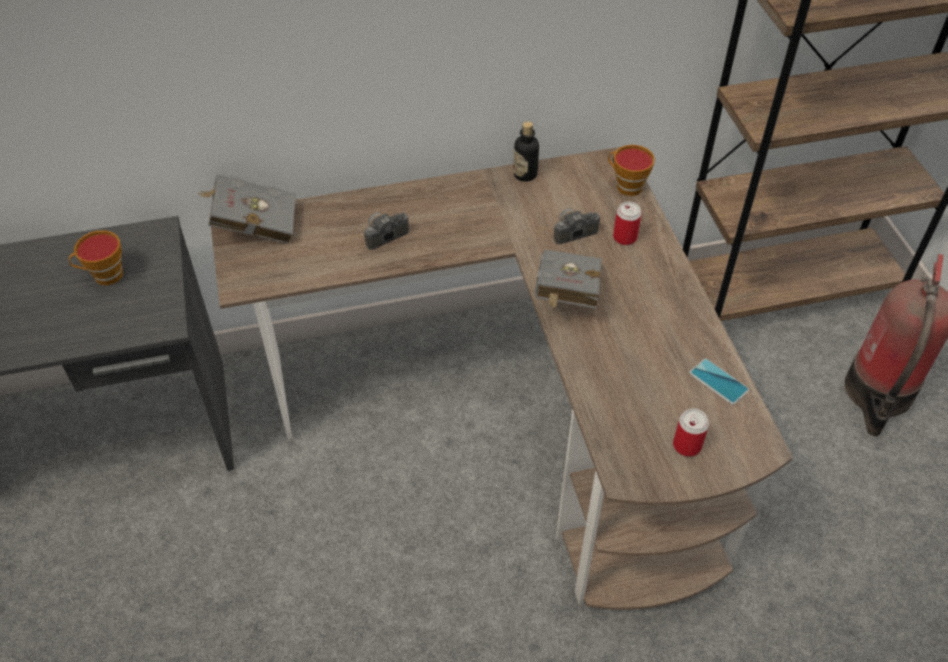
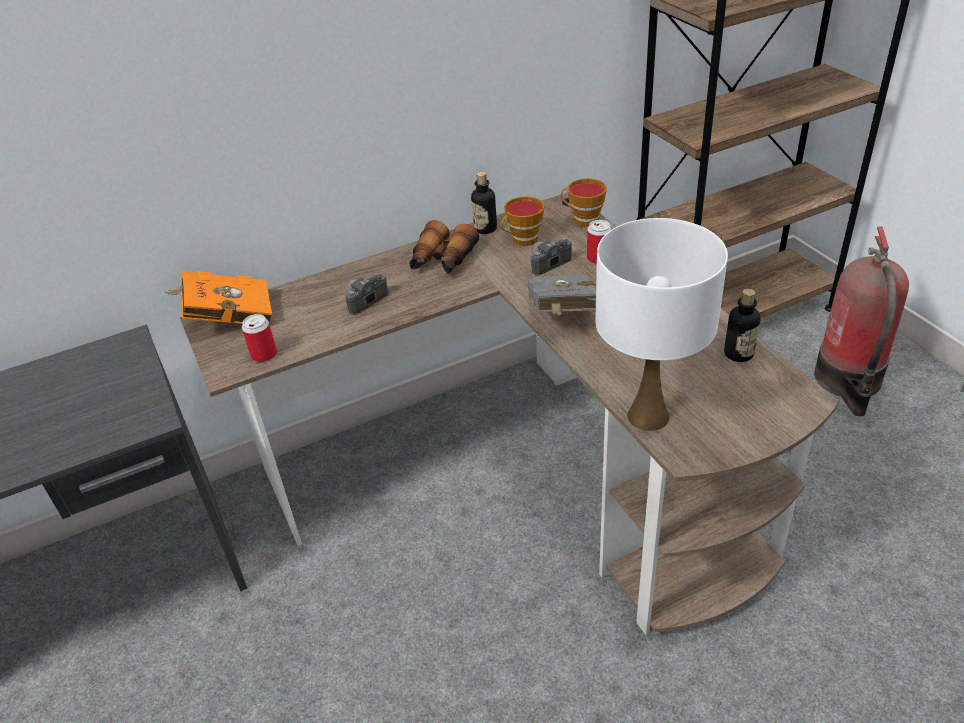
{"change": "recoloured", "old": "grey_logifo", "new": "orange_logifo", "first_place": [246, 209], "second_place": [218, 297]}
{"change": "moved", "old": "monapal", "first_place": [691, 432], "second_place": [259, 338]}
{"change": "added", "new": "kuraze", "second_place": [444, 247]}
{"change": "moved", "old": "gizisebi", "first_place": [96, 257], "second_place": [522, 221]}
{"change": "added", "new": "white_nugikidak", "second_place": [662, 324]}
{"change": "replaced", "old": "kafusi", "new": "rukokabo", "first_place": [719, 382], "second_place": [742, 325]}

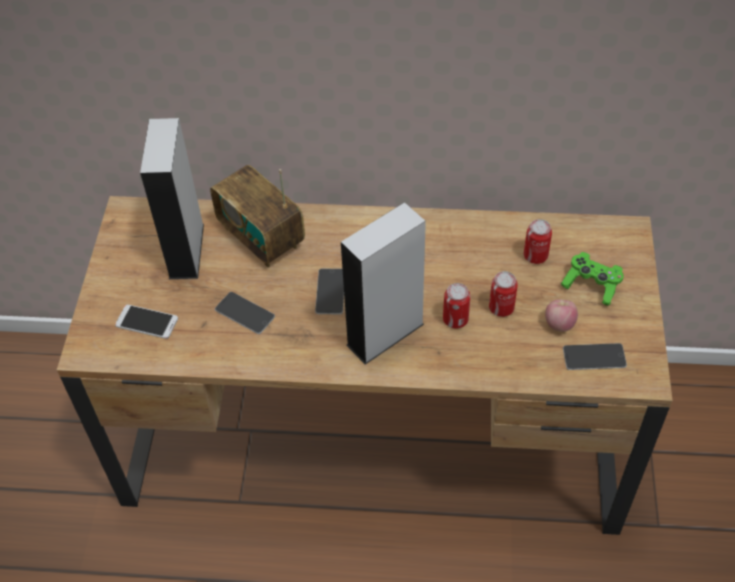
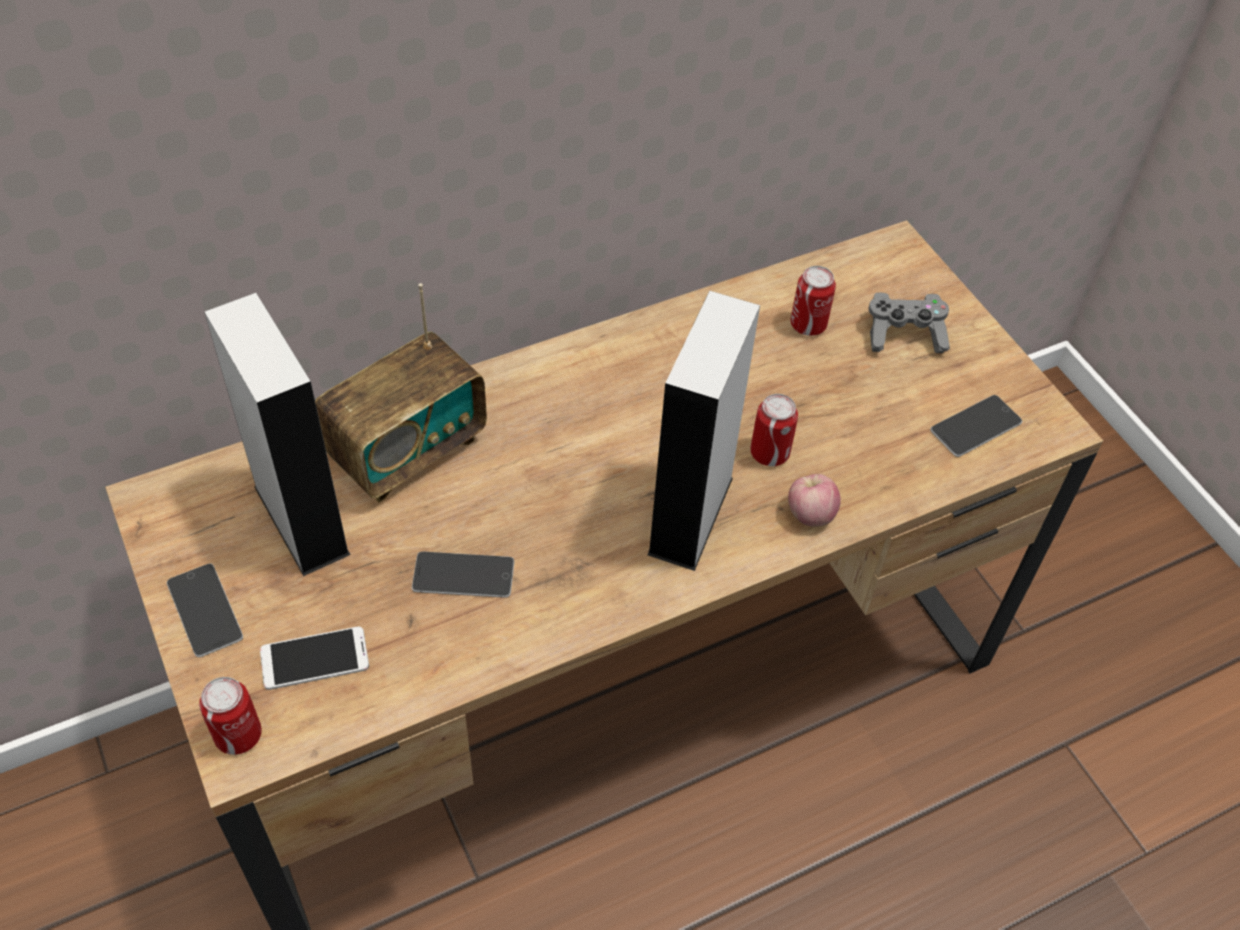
{"change": "moved", "old": "kafusi", "first_place": [329, 292], "second_place": [205, 610]}
{"change": "moved", "old": "monapal", "first_place": [503, 294], "second_place": [230, 716]}
{"change": "turned", "old": "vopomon", "first_place": [257, 216], "second_place": [401, 393], "degrees": -60}
{"change": "moved", "old": "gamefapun", "first_place": [561, 315], "second_place": [814, 500]}
{"change": "recoloured", "old": "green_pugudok", "new": "grey_pugudok", "first_place": [592, 279], "second_place": [909, 323]}

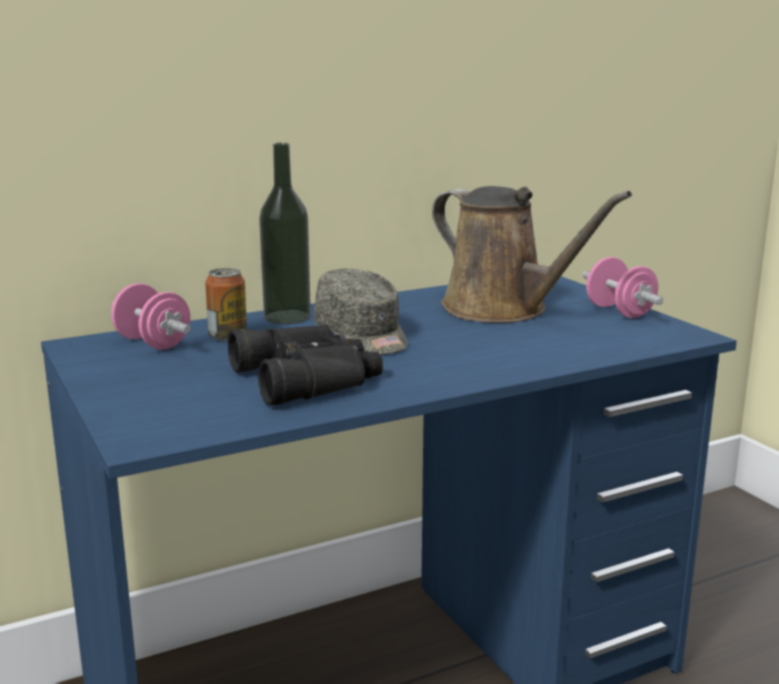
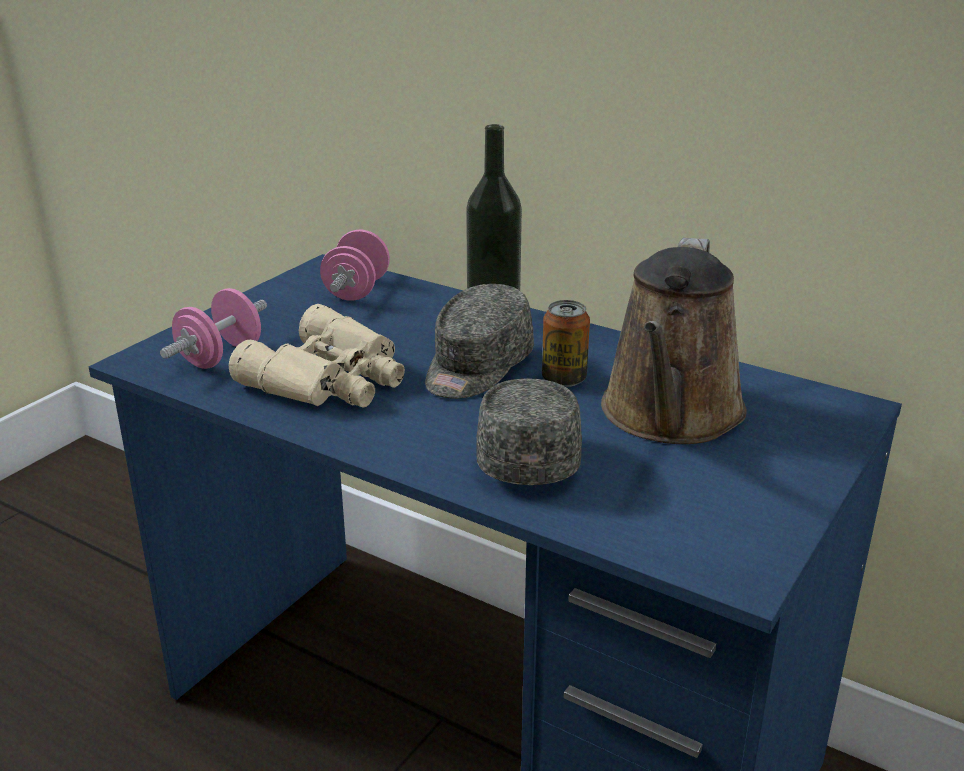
{"change": "moved", "old": "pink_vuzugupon", "first_place": [623, 287], "second_place": [213, 328]}
{"change": "recoloured", "old": "black_kuraze", "new": "beige_kuraze", "first_place": [305, 365], "second_place": [317, 356]}
{"change": "added", "new": "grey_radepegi", "second_place": [529, 431]}
{"change": "moved", "old": "monapal", "first_place": [226, 304], "second_place": [566, 343]}

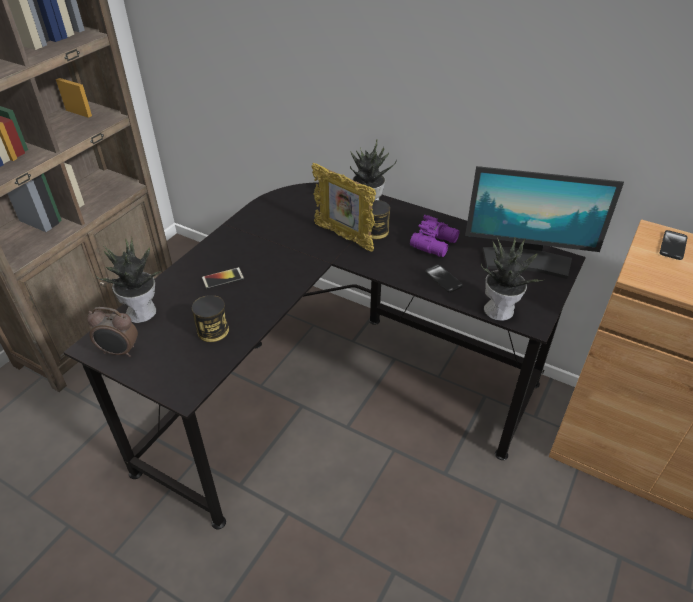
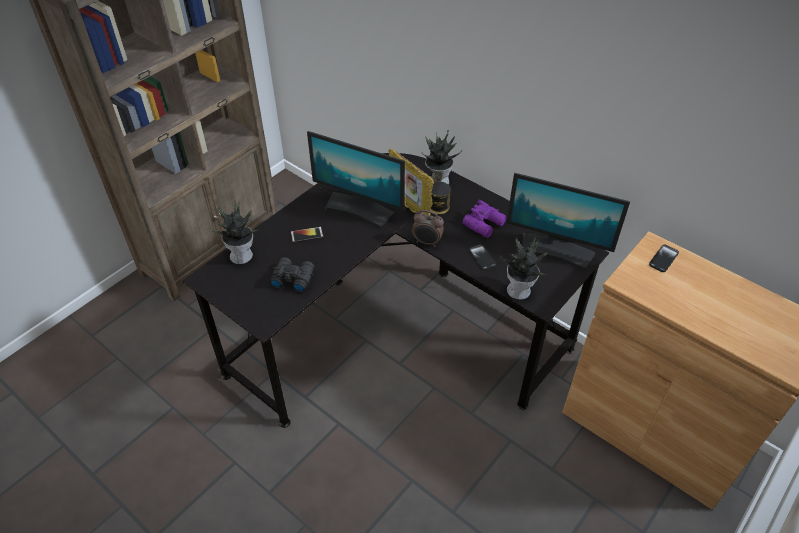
{"change": "replaced", "old": "monapal", "new": "black_kuraze", "first_place": [210, 318], "second_place": [292, 275]}
{"change": "added", "new": "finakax", "second_place": [356, 179]}
{"change": "moved", "old": "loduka", "first_place": [112, 332], "second_place": [428, 228]}

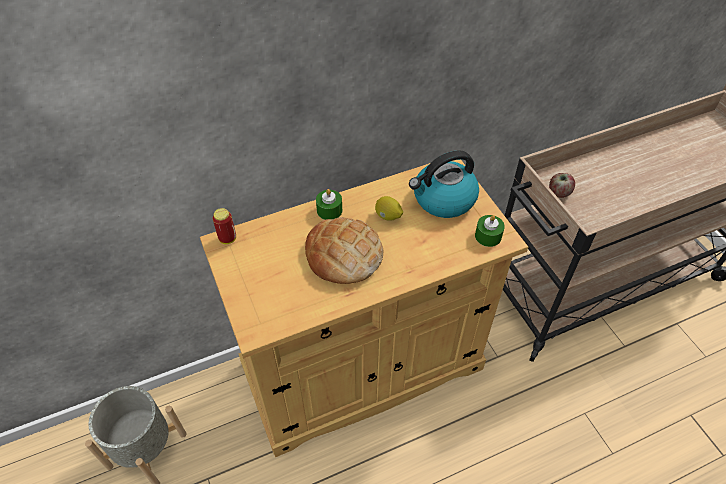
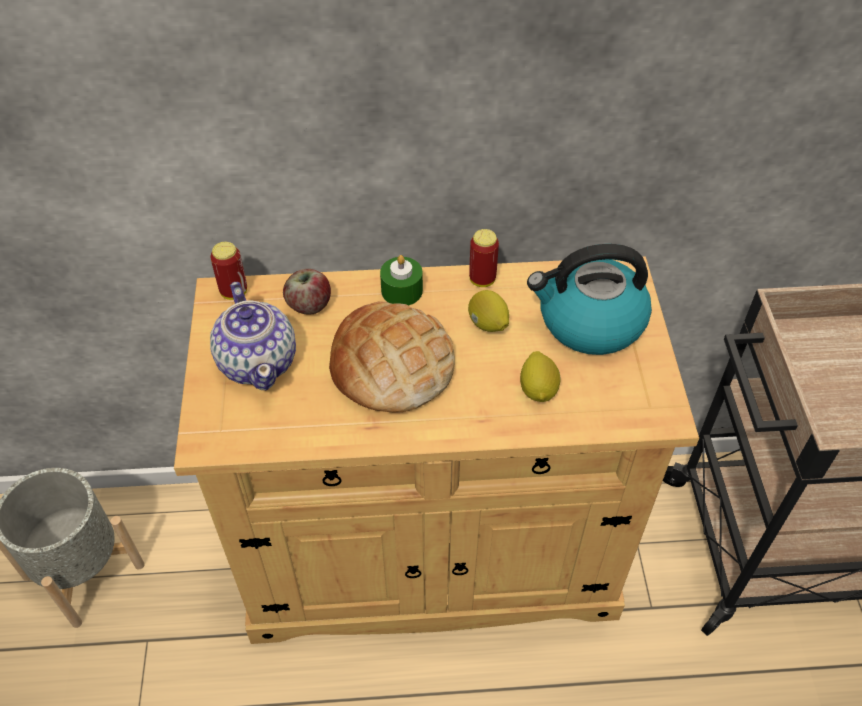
{"change": "added", "new": "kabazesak", "second_place": [253, 336]}
{"change": "moved", "old": "gamefapun", "first_place": [562, 185], "second_place": [307, 291]}
{"change": "added", "new": "monapal", "second_place": [484, 258]}
{"change": "added", "new": "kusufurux", "second_place": [540, 376]}
{"change": "removed", "old": "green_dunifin", "first_place": [490, 231]}

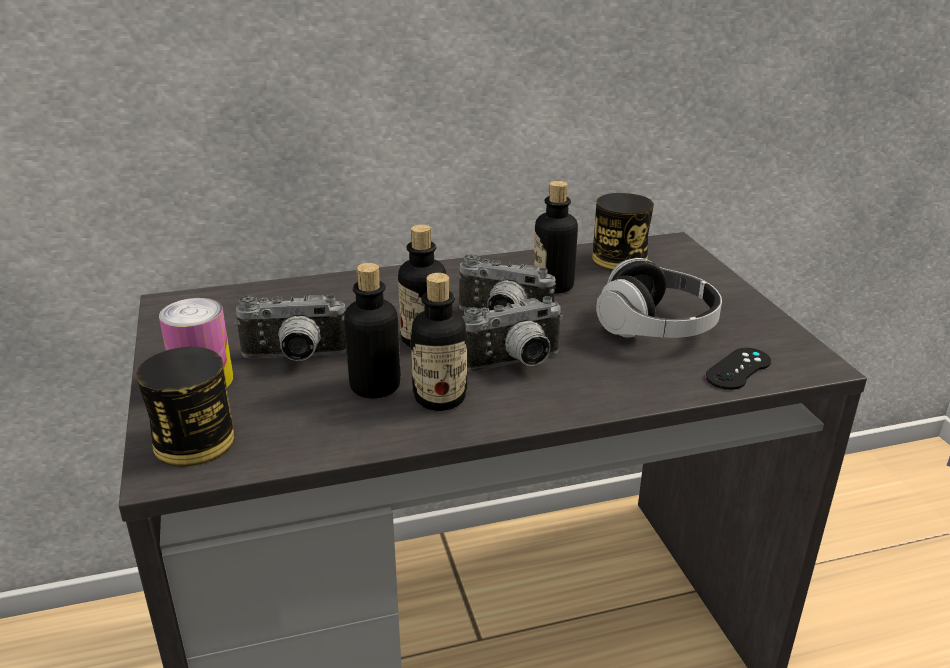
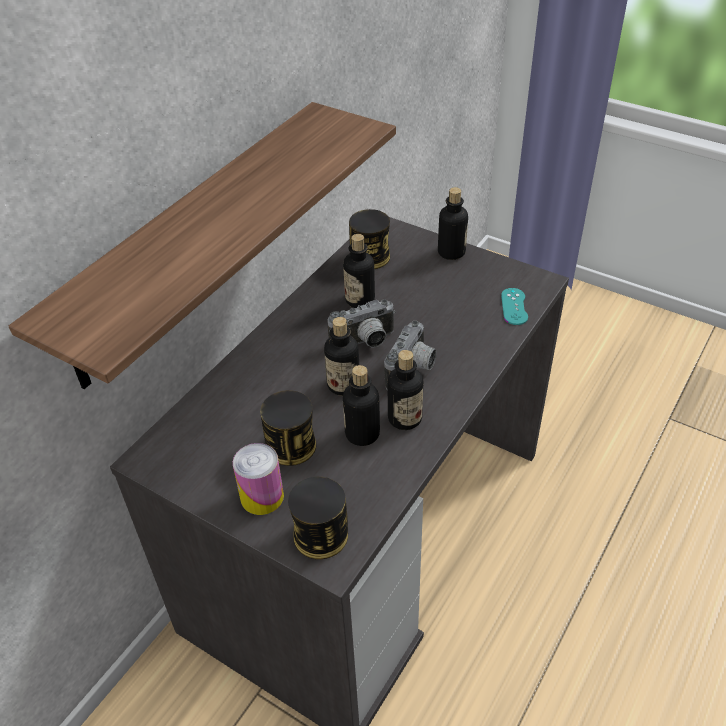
{"change": "added", "new": "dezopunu", "second_place": [202, 245]}
{"change": "replaced", "old": "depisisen", "new": "monapal", "first_place": [290, 328], "second_place": [288, 428]}
{"change": "added", "new": "rukokabo", "second_place": [453, 223]}
{"change": "recoloured", "old": "black_pugudok", "new": "turquoise_pugudok", "first_place": [738, 369], "second_place": [514, 306]}
{"change": "removed", "old": "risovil", "first_place": [659, 298]}

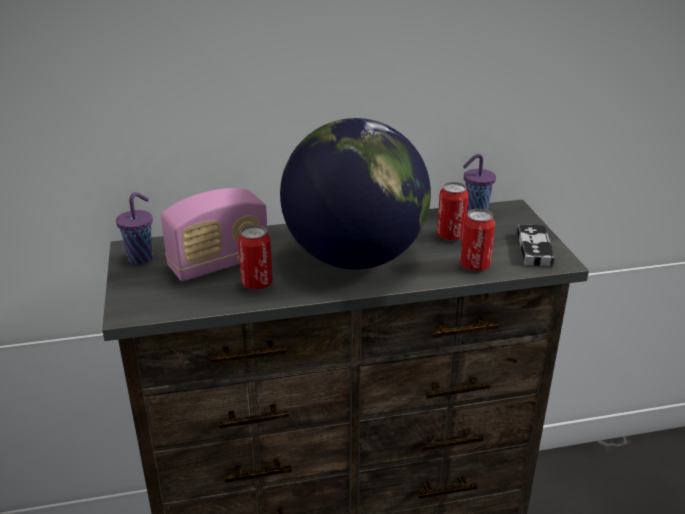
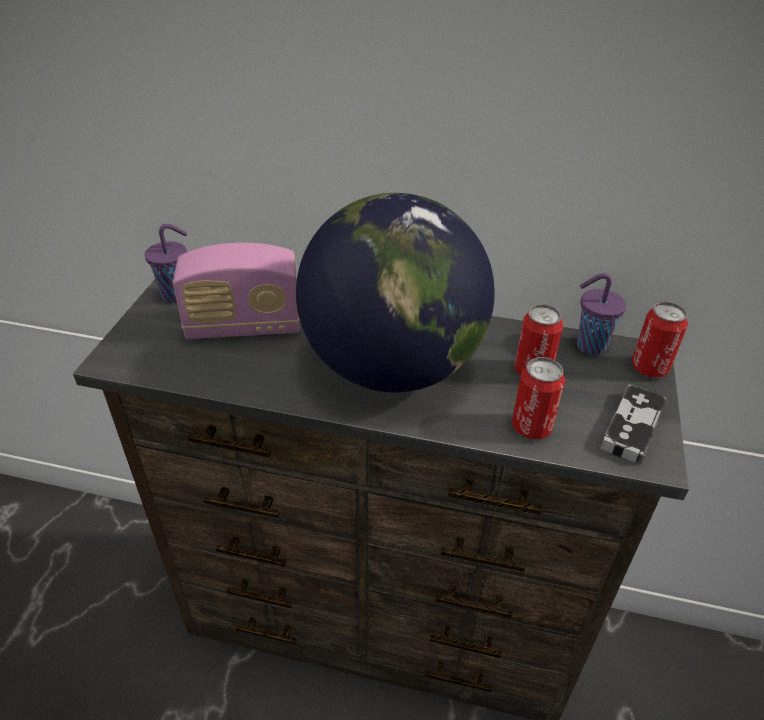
{"change": "moved", "old": "monapal", "first_place": [255, 257], "second_place": [660, 340]}

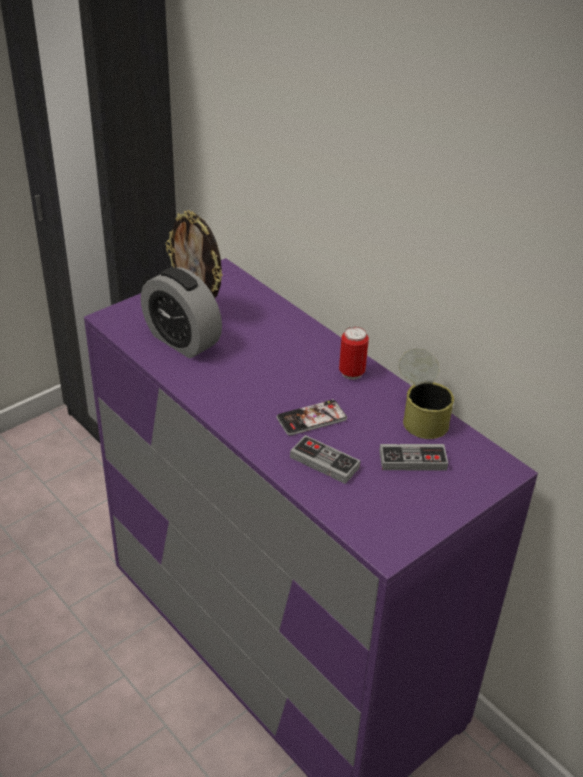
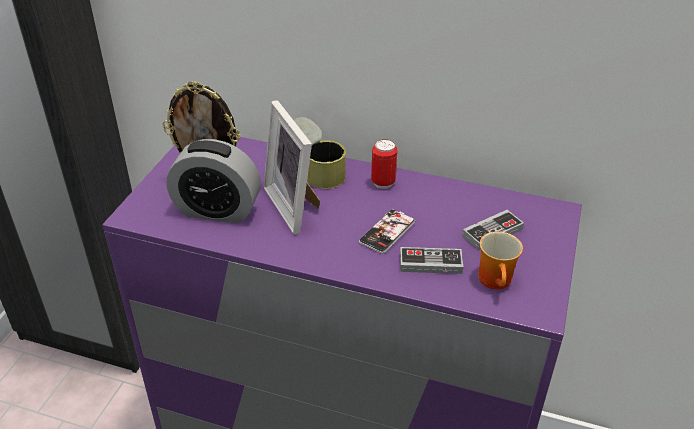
{"change": "added", "new": "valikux", "second_place": [292, 167]}
{"change": "moved", "old": "monapal", "first_place": [426, 394], "second_place": [319, 153]}
{"change": "added", "new": "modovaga", "second_place": [500, 260]}

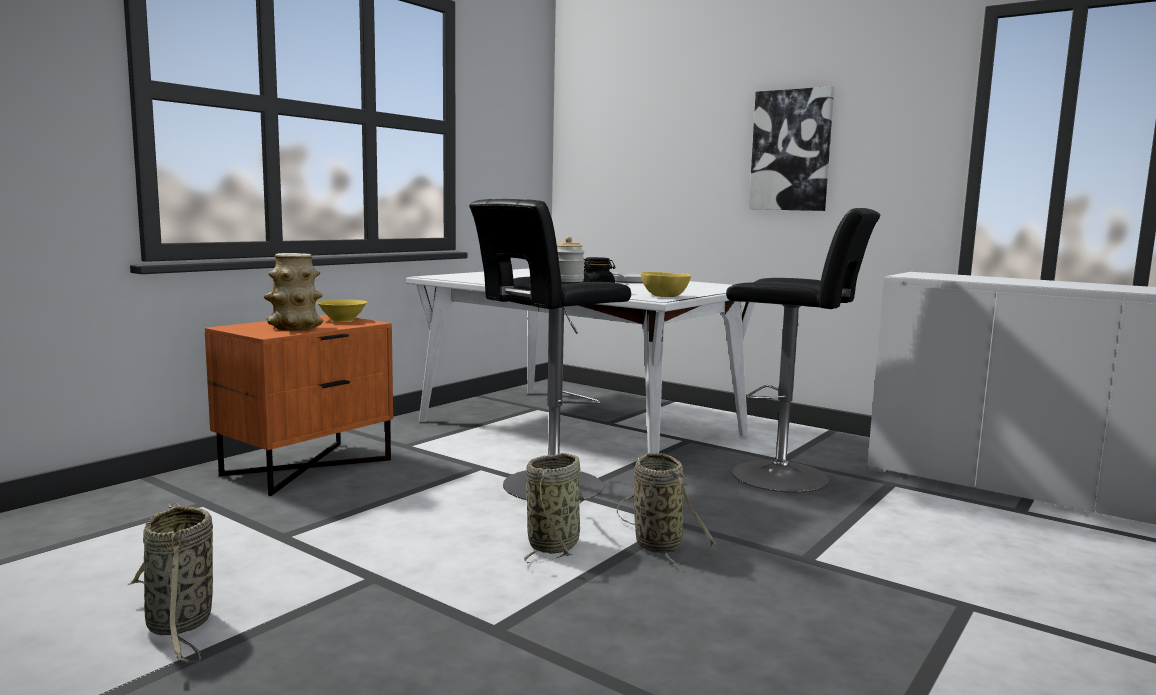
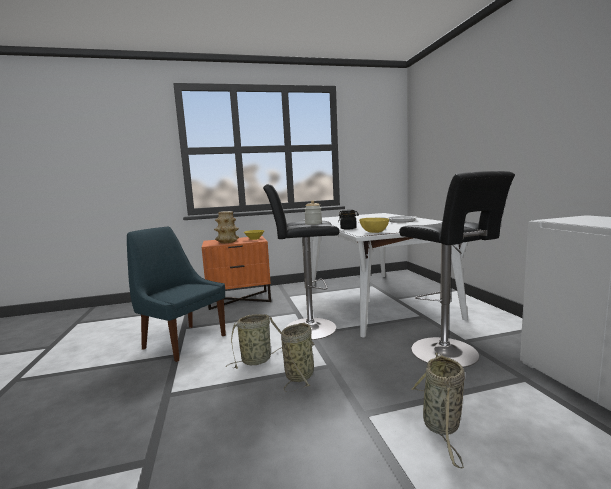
{"change": "added", "new": "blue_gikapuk", "second_place": [176, 294]}
{"change": "moved", "old": "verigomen", "first_place": [170, 583], "second_place": [437, 410]}
{"change": "removed", "old": "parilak", "first_place": [791, 148]}

